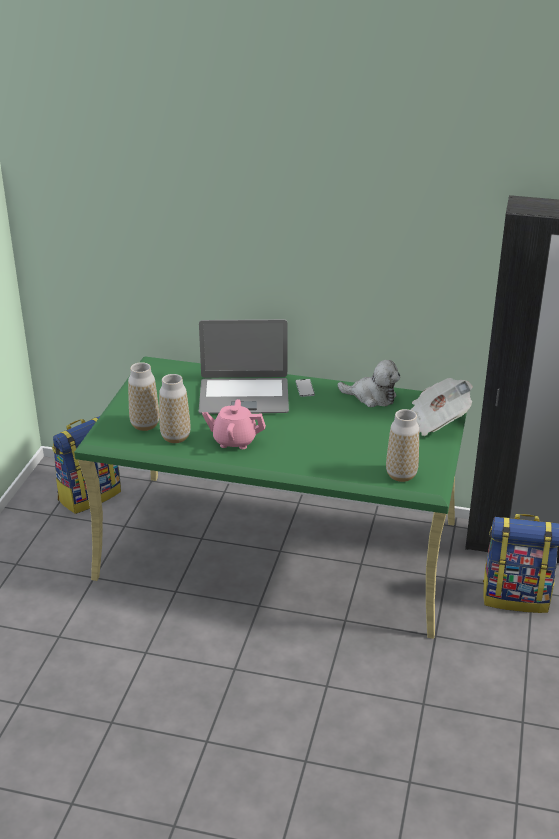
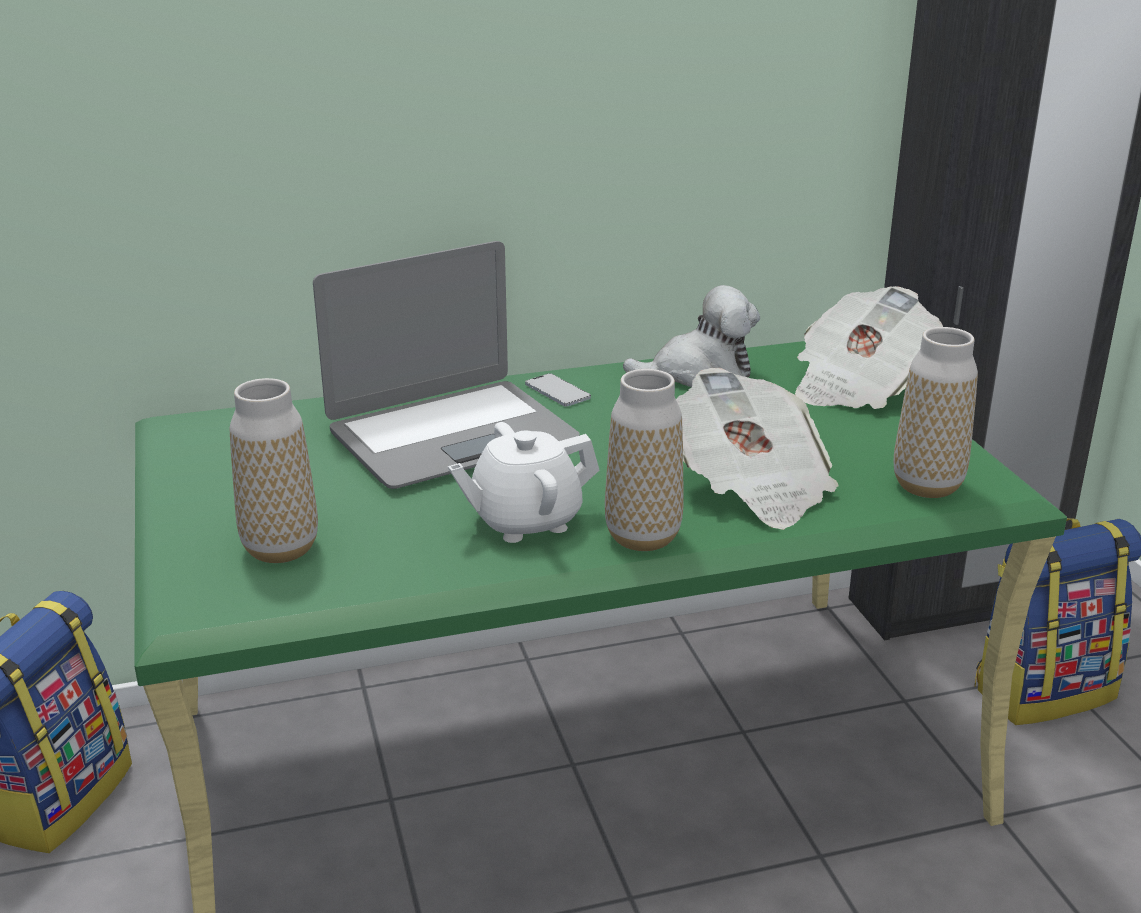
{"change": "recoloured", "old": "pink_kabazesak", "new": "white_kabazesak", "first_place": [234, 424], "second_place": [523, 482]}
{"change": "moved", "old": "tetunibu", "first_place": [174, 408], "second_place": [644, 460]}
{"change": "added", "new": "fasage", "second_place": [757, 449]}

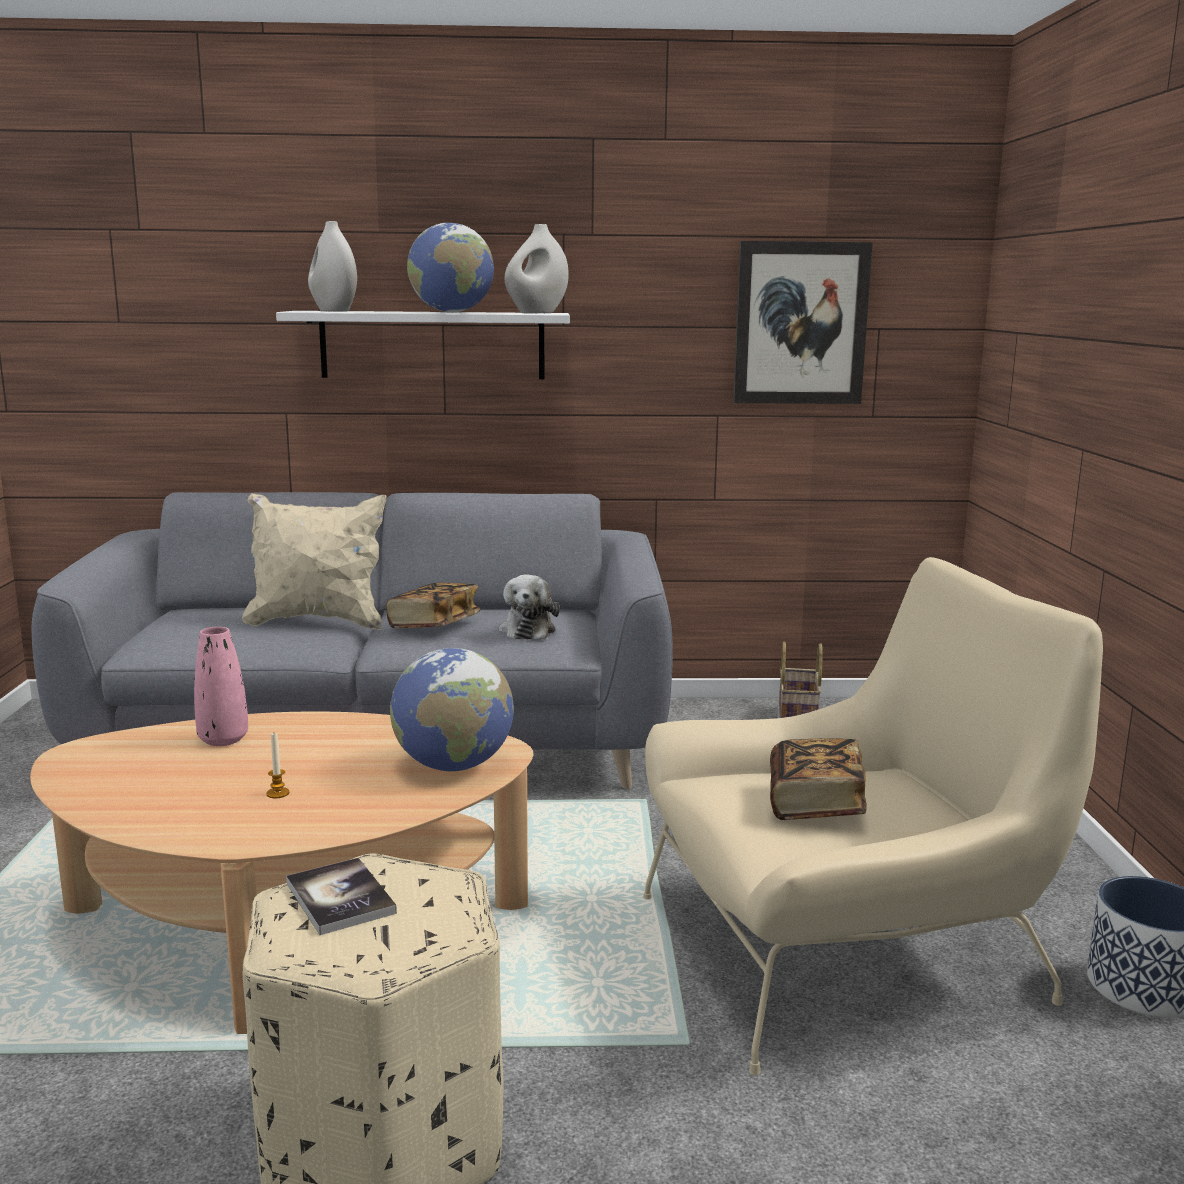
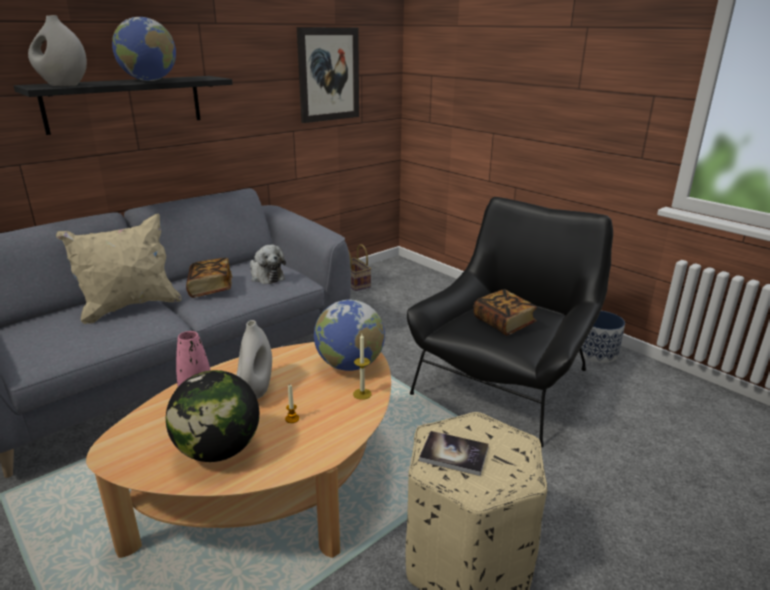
{"change": "recoloured", "old": "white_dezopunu", "new": "black_dezopunu", "first_place": [423, 345], "second_place": [123, 105]}
{"change": "added", "new": "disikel", "second_place": [212, 416]}
{"change": "moved", "old": "white_tetunibu", "first_place": [536, 269], "second_place": [254, 359]}
{"change": "added", "new": "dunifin", "second_place": [362, 367]}
{"change": "recoloured", "old": "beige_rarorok", "new": "black_rarorok", "first_place": [873, 816], "second_place": [510, 322]}

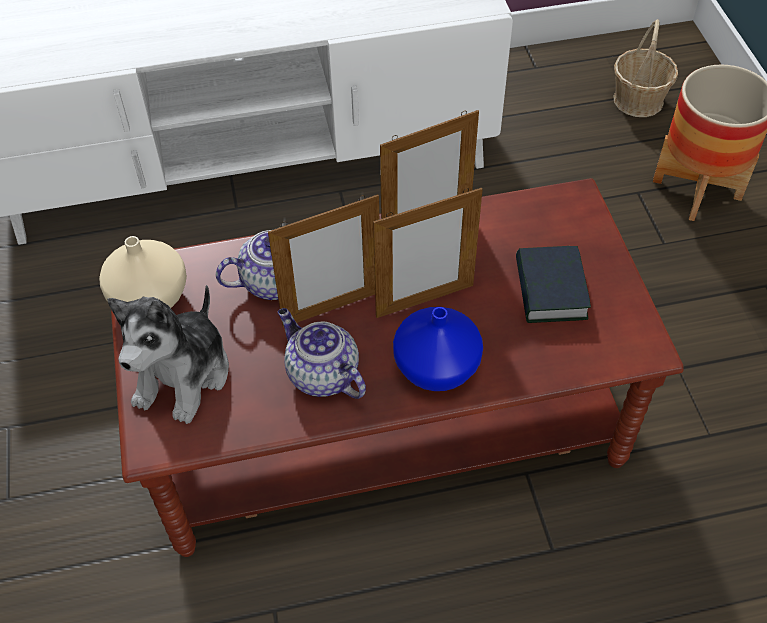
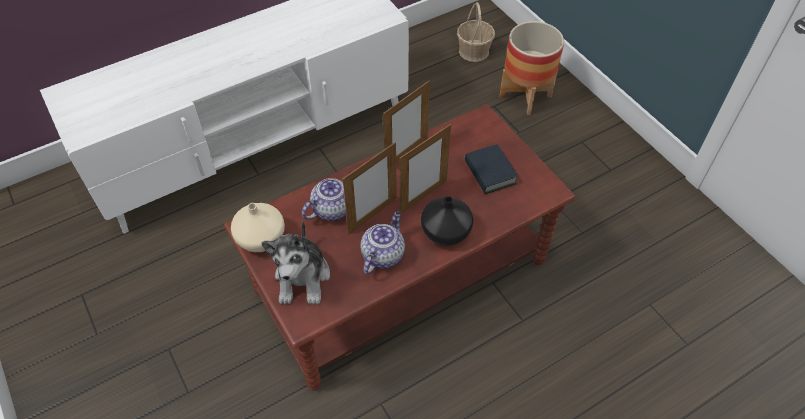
{"change": "turned", "old": "kabazesak", "first_place": [322, 353], "second_place": [382, 242], "degrees": 90}
{"change": "recoloured", "old": "blue_tetunibu", "new": "black_tetunibu", "first_place": [438, 349], "second_place": [447, 221]}

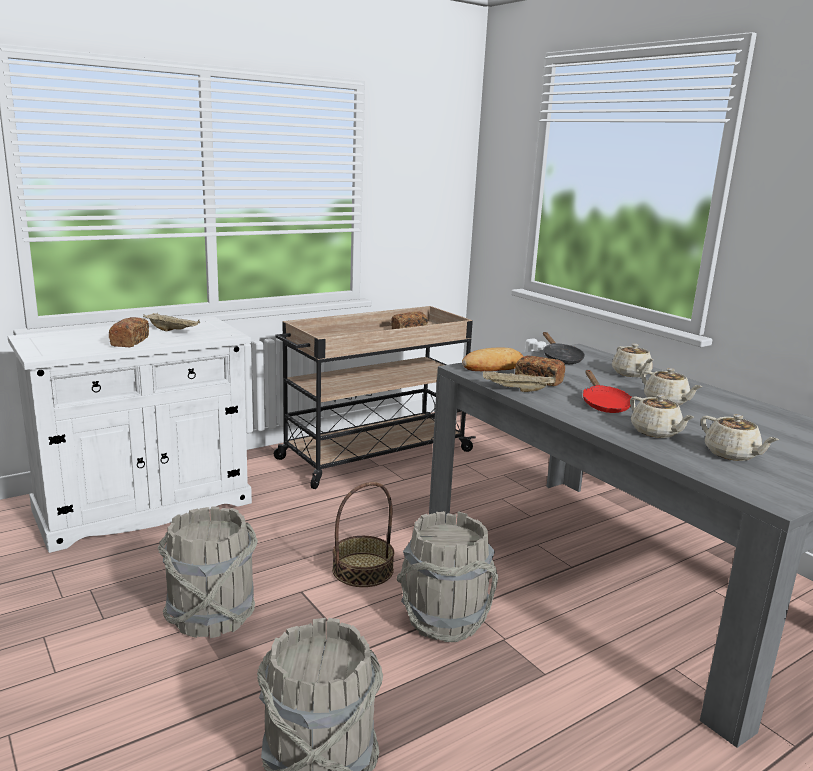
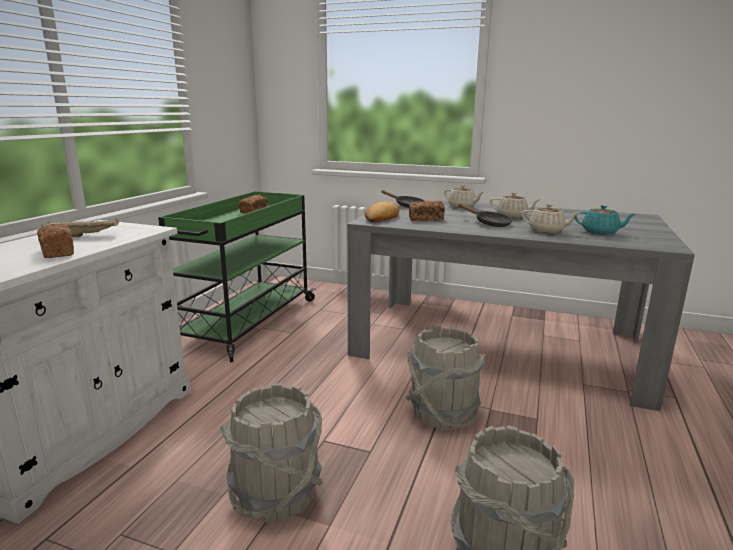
{"change": "recoloured", "old": "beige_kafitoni", "new": "green_kafitoni", "first_place": [375, 397], "second_place": [237, 276]}
{"change": "recoloured", "old": "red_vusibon", "new": "black_vusibon", "first_place": [607, 391], "second_place": [485, 215]}
{"change": "recoloured", "old": "beige_kabazesak", "new": "turquoise_kabazesak", "first_place": [740, 437], "second_place": [605, 220]}
{"change": "removed", "old": "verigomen", "first_place": [363, 534]}
{"change": "removed", "old": "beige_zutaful", "first_place": [519, 381]}

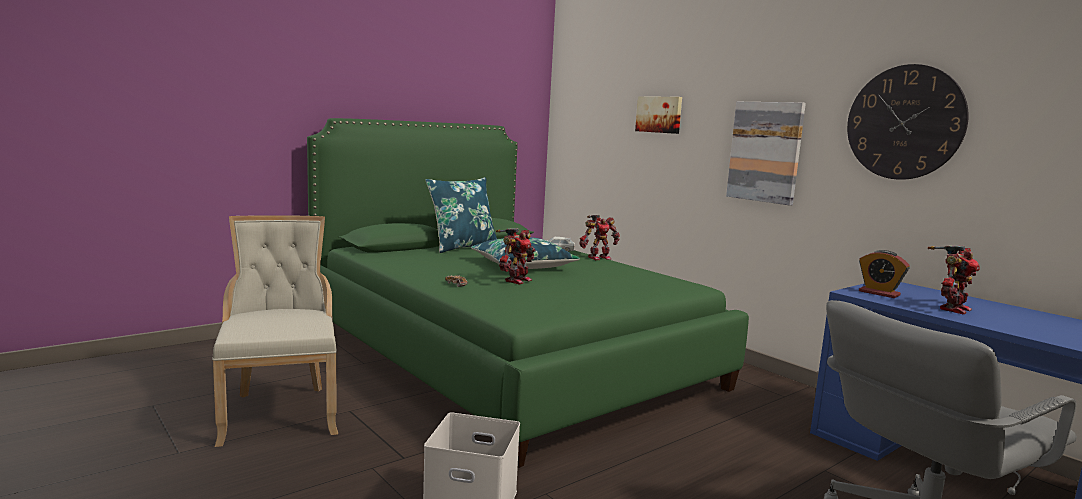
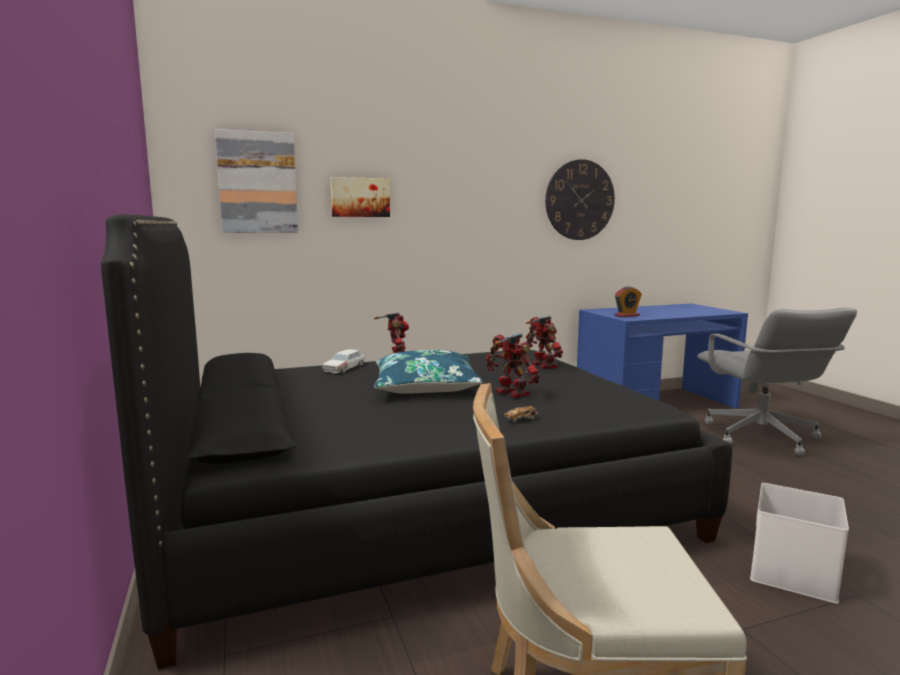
{"change": "recoloured", "old": "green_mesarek", "new": "black_mesarek", "first_place": [528, 293], "second_place": [416, 441]}
{"change": "moved", "old": "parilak", "first_place": [766, 154], "second_place": [256, 181]}
{"change": "moved", "old": "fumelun", "first_place": [954, 279], "second_place": [544, 342]}
{"change": "removed", "old": "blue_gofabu", "first_place": [461, 215]}

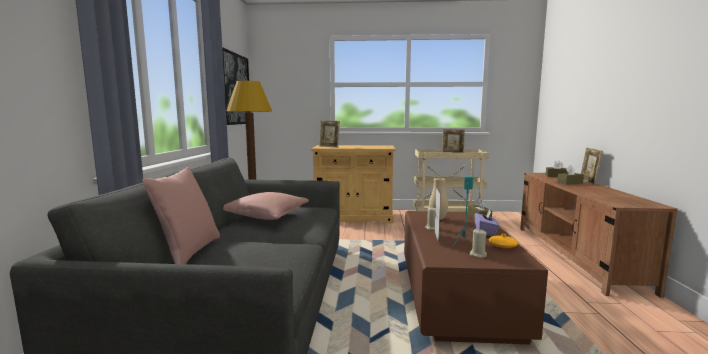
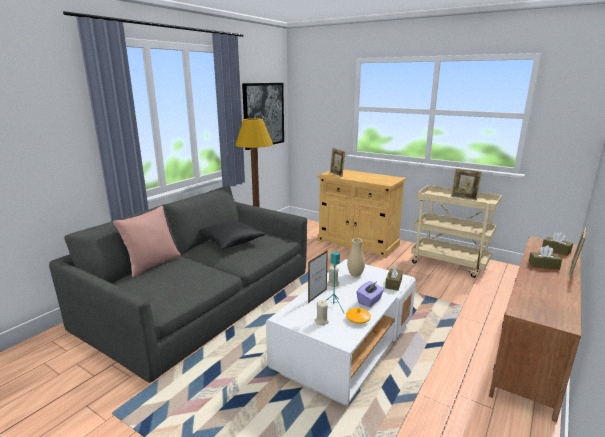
{"change": "recoloured", "old": "pink_gofabu", "new": "black_gofabu", "first_place": [266, 206], "second_place": [231, 235]}
{"change": "recoloured", "old": "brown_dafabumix", "new": "white_dafabumix", "first_place": [476, 278], "second_place": [341, 332]}

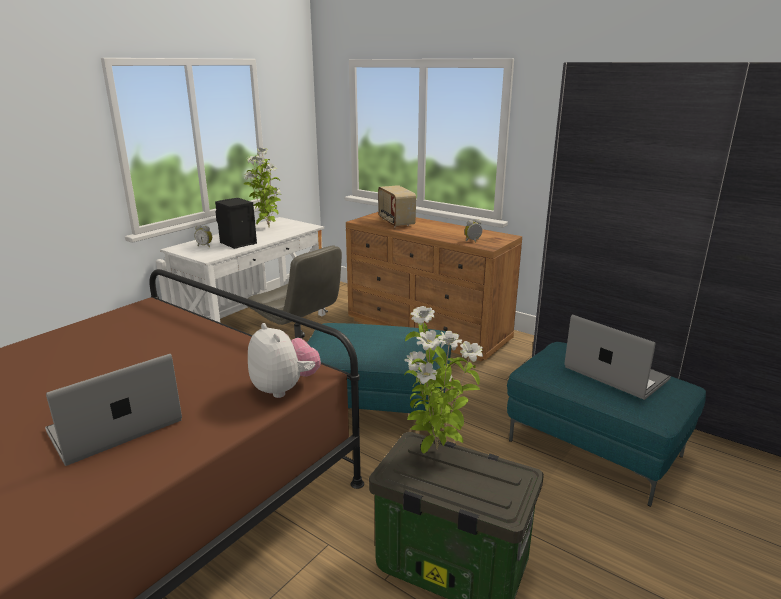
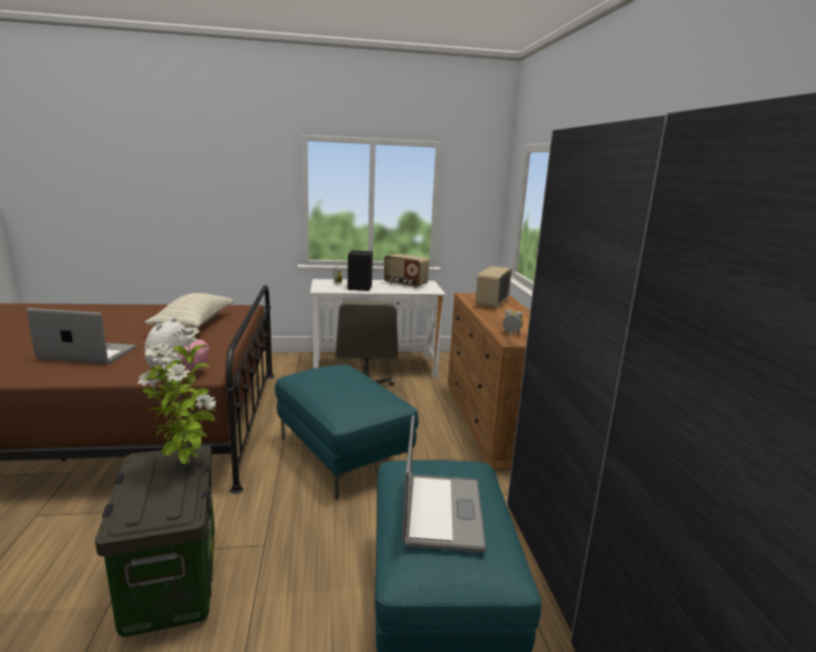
{"change": "added", "new": "gofabu", "second_place": [189, 310]}
{"change": "replaced", "old": "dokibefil", "new": "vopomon", "first_place": [262, 187], "second_place": [406, 270]}

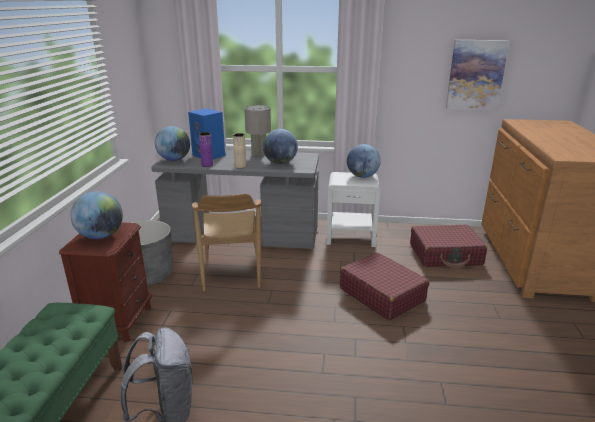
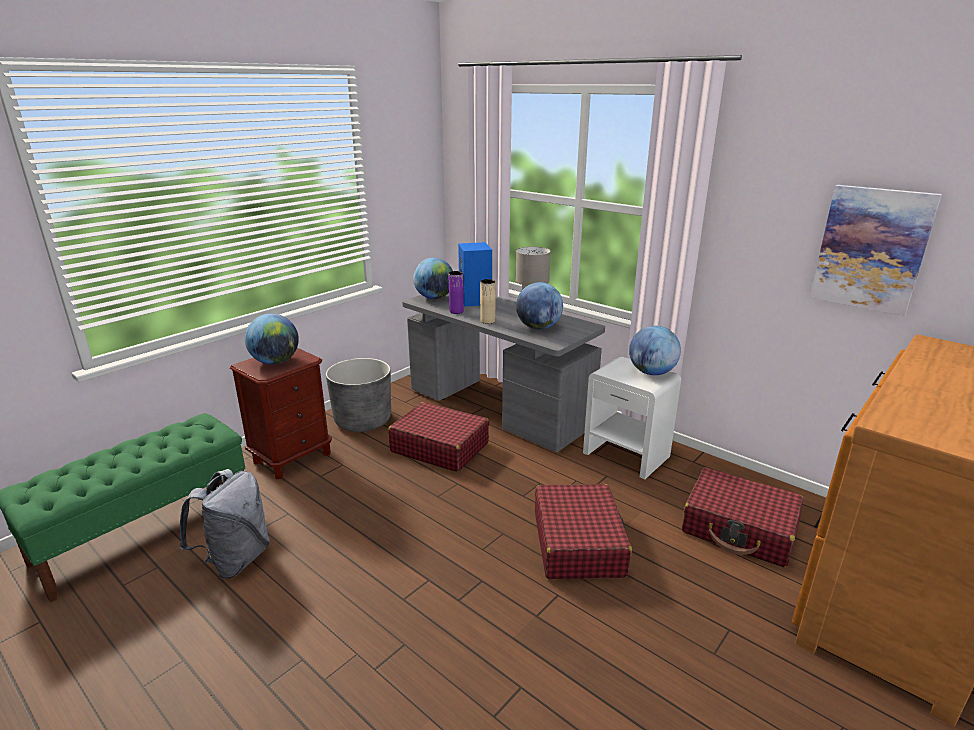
{"change": "replaced", "old": "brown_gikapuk", "new": "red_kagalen", "first_place": [226, 242], "second_place": [438, 437]}

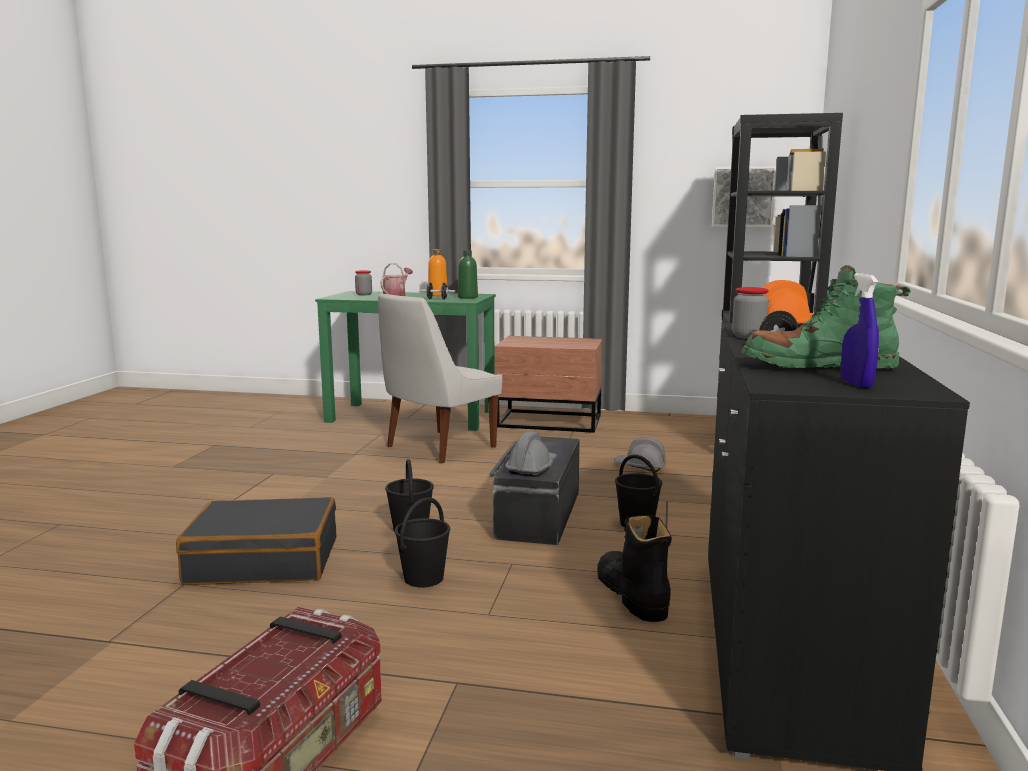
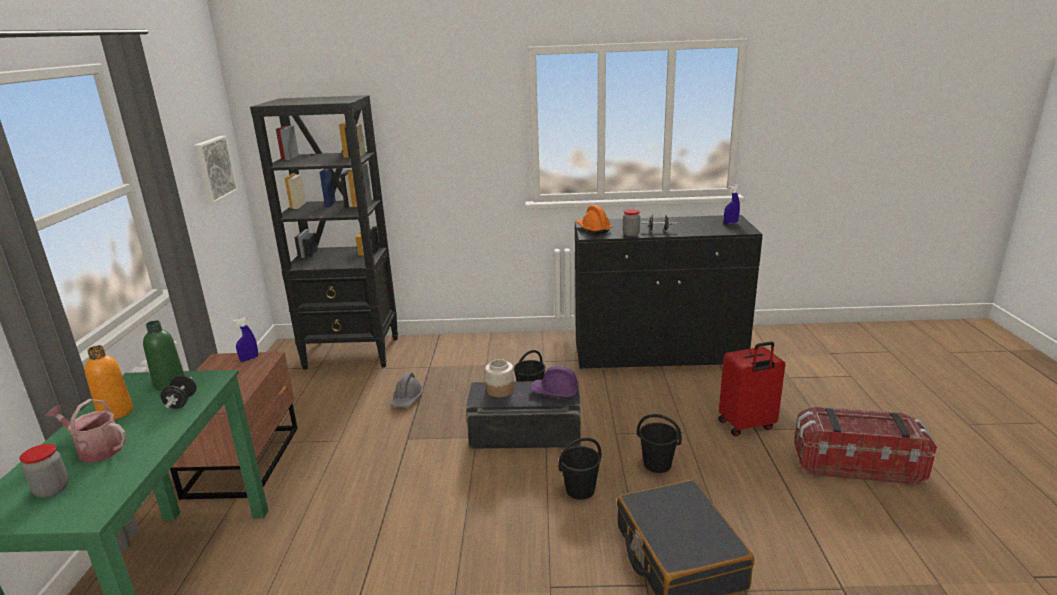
{"change": "added", "new": "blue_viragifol", "second_place": [245, 339]}
{"change": "added", "new": "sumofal", "second_place": [499, 378]}
{"change": "recoloured", "old": "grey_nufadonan", "new": "purple_nufadonan", "first_place": [531, 454], "second_place": [554, 383]}
{"change": "added", "new": "red_kagalen", "second_place": [751, 388]}
{"change": "removed", "old": "white_gikapuk", "first_place": [440, 378]}
{"change": "removed", "old": "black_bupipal", "first_place": [634, 568]}
{"change": "removed", "old": "green_bupipal", "first_place": [826, 316]}

